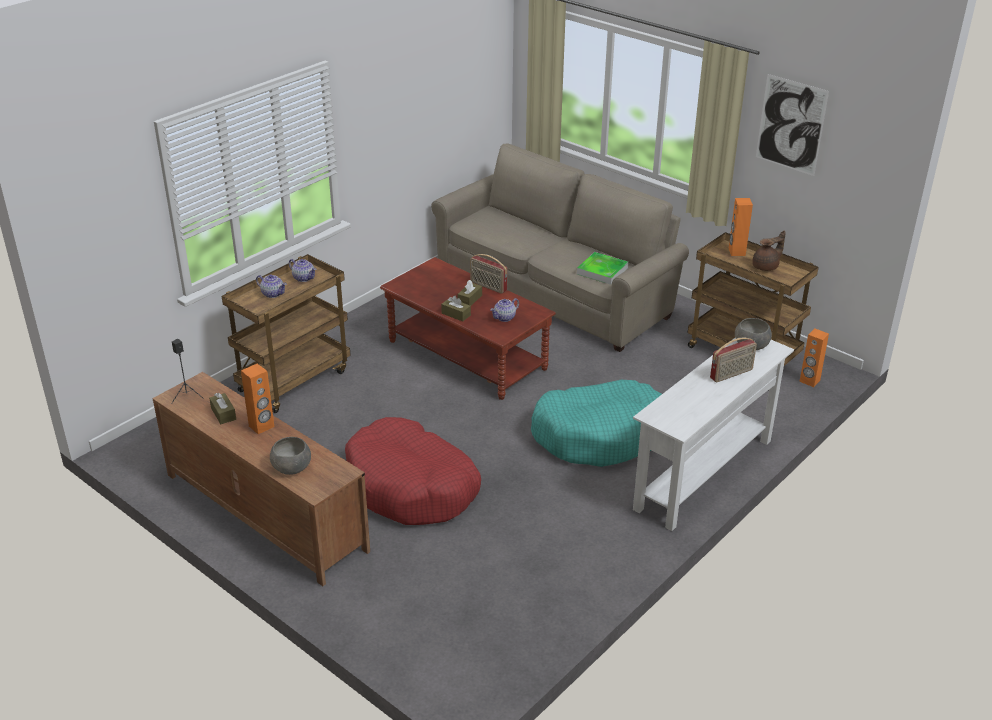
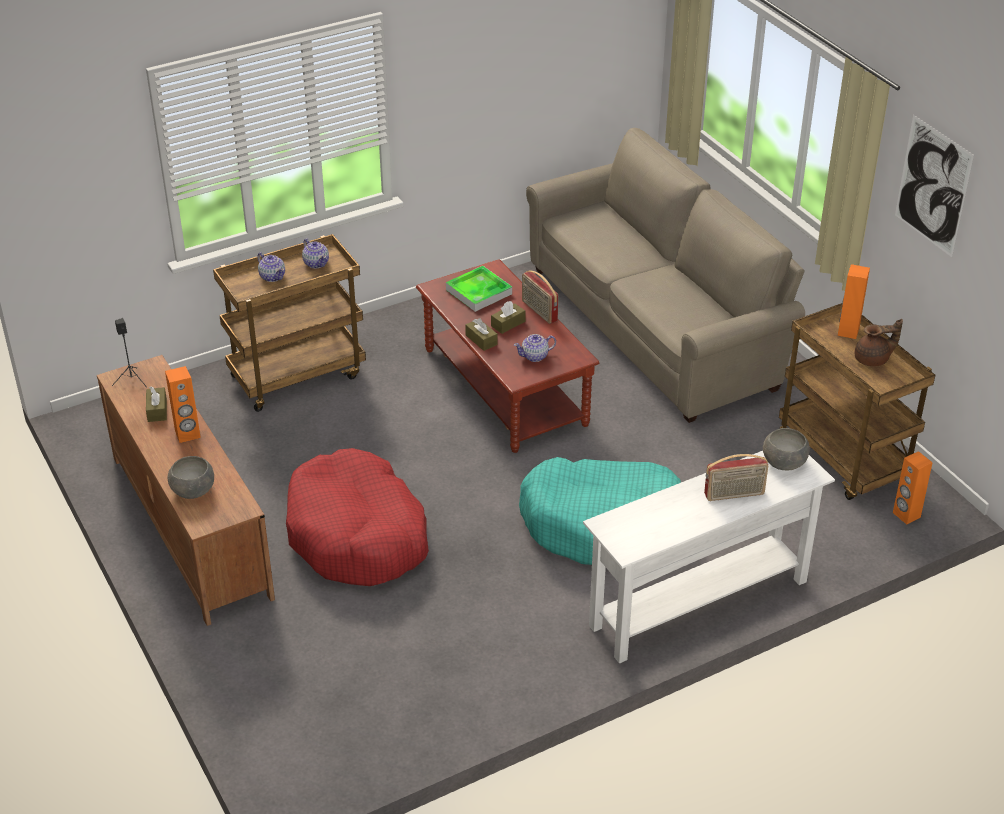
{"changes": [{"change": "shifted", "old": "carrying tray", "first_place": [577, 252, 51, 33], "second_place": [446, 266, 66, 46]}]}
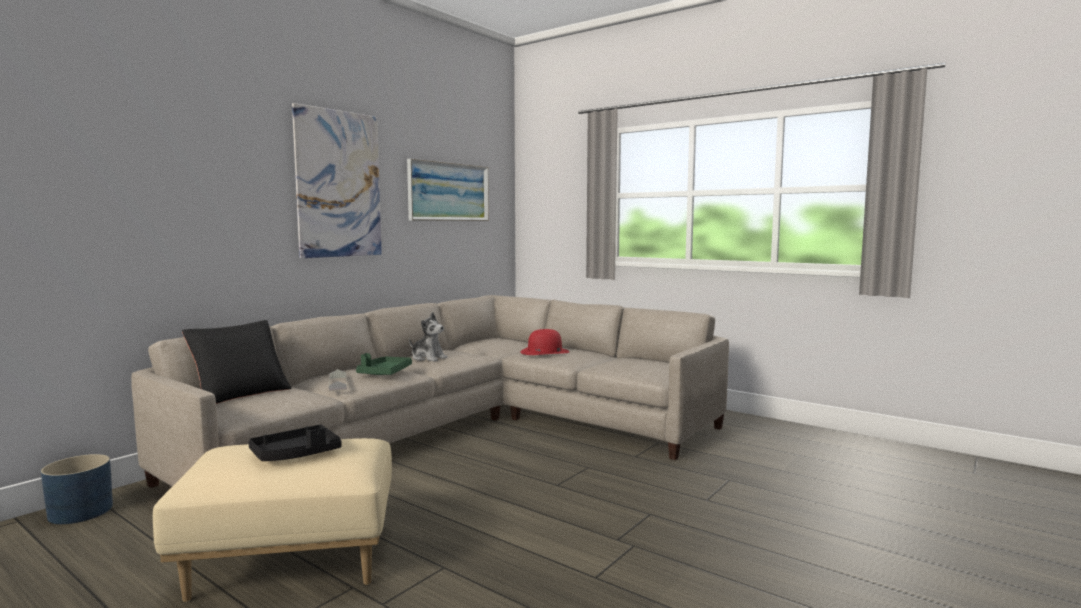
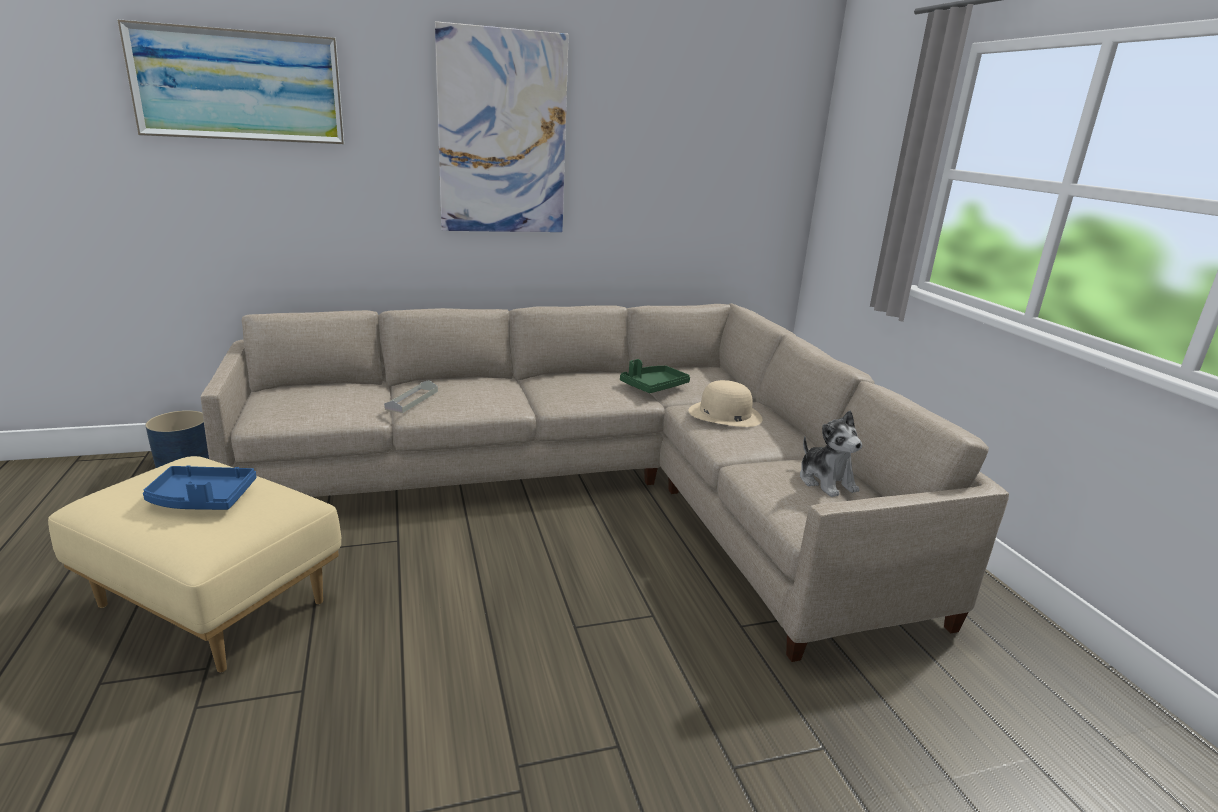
{"changes": [{"change": "gone", "old": "cushion in black", "first_place": [182, 320, 109, 84]}, {"change": "shifted", "old": "carrying tray in greenish", "first_place": [356, 353, 56, 22], "second_place": [620, 359, 70, 34]}, {"change": "shifted", "old": "wall art", "first_place": [407, 159, 82, 62], "second_place": [117, 19, 227, 125]}, {"change": "shifted", "old": "plush toy", "first_place": [409, 312, 38, 50], "second_place": [800, 411, 62, 86]}, {"change": "repainted", "old": "carrying tray in black", "new": "carrying tray in blue-coloured", "first_place": [248, 425, 94, 36], "second_place": [143, 466, 113, 44]}, {"change": "repainted", "old": "wearable hat in red", "new": "wearable hat in sand-coloured", "first_place": [520, 329, 50, 26], "second_place": [688, 380, 75, 47]}]}
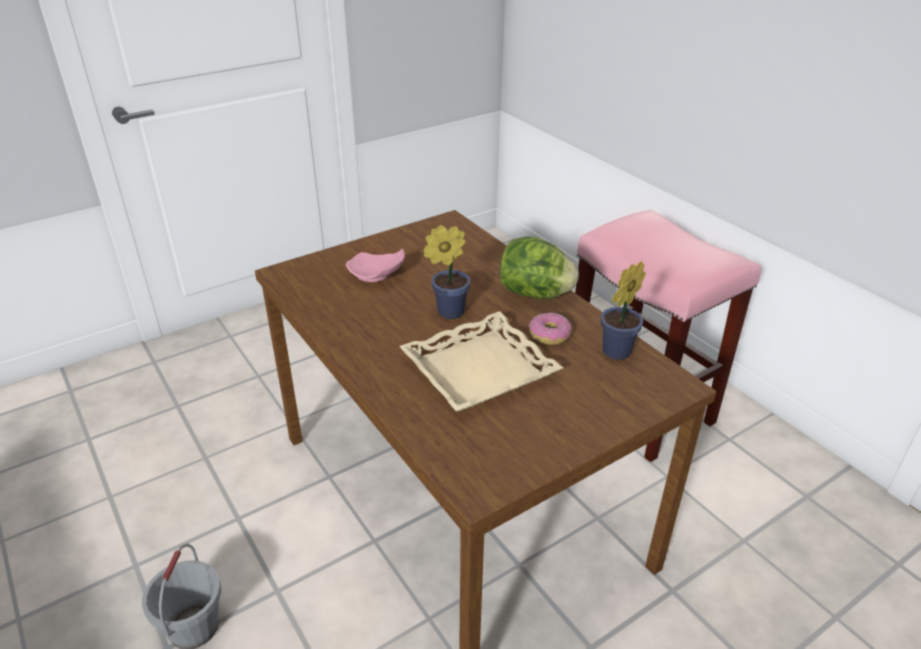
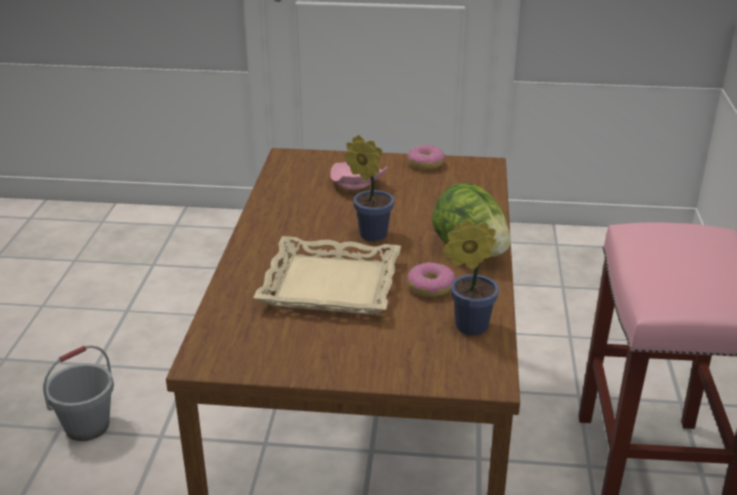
{"changes": [{"change": "new", "new": "ring doughnut", "second_place": [407, 145, 38, 25]}]}
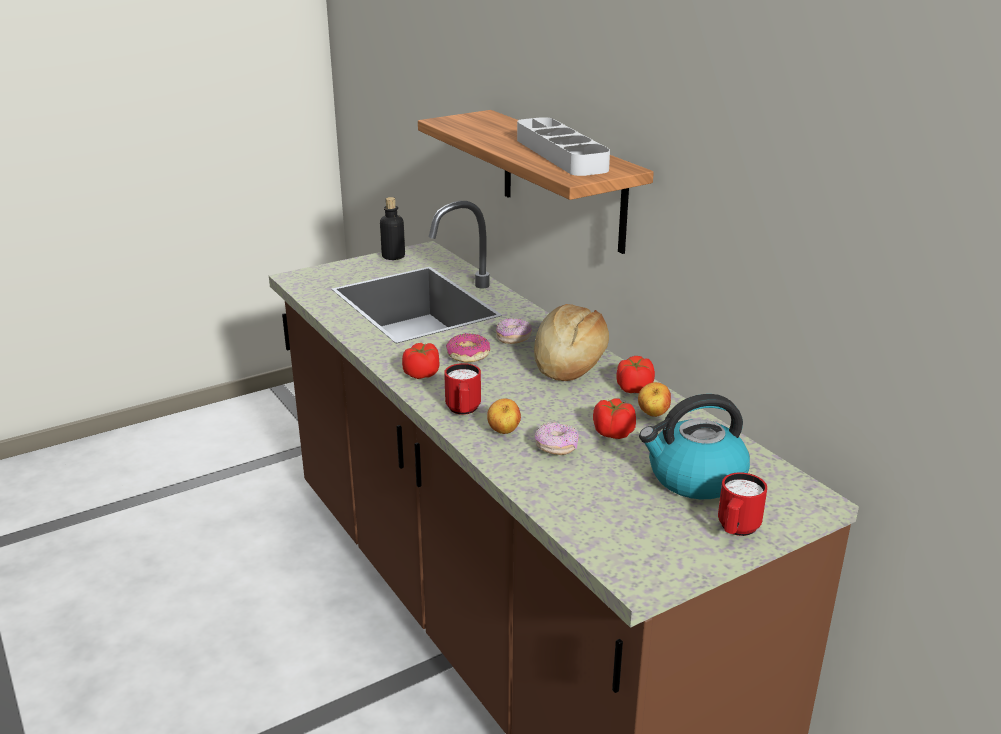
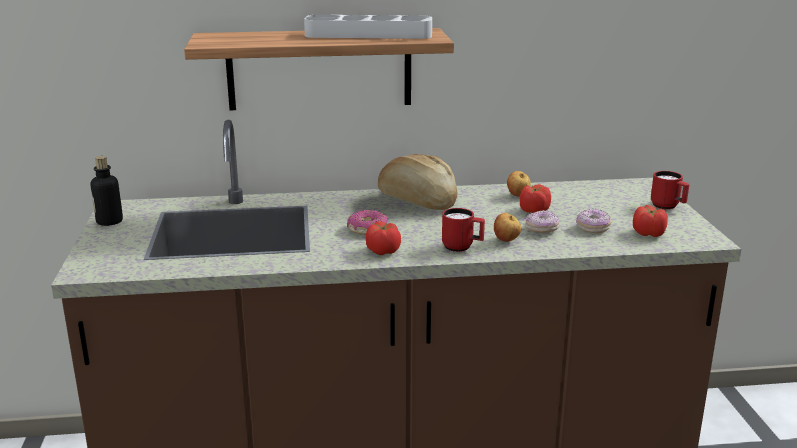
{"changes": [{"change": "gone", "old": "tea kettle", "first_place": [639, 394, 111, 105]}, {"change": "shifted", "old": "ring doughnut", "first_place": [496, 318, 36, 26], "second_place": [576, 208, 35, 26]}, {"change": "shifted", "old": "whole tomato", "first_place": [616, 356, 39, 37], "second_place": [633, 205, 35, 32]}]}
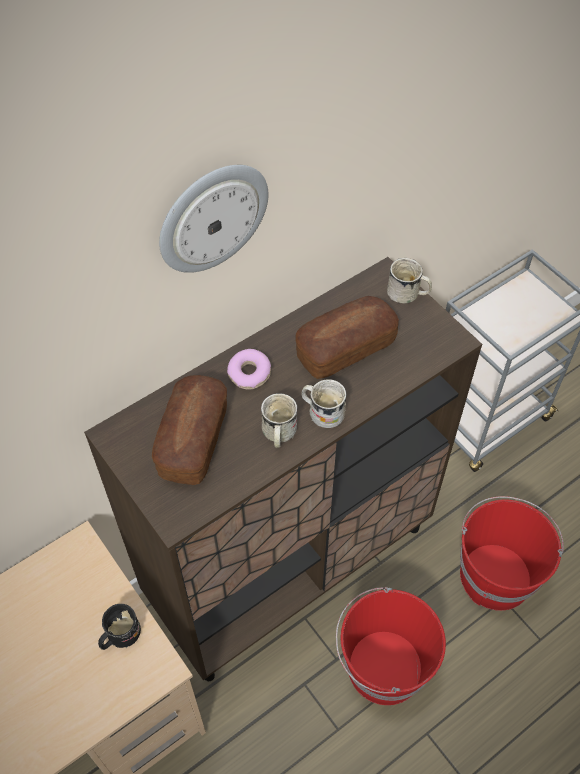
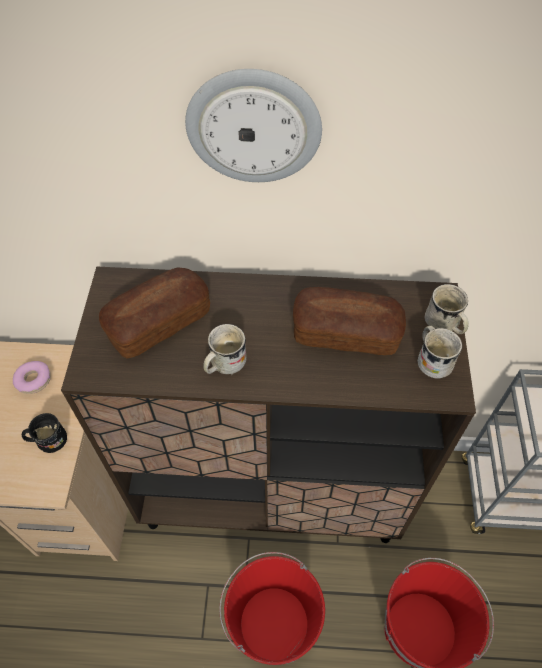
{"changes": [{"change": "shifted", "old": "ring doughnut", "first_place": [227, 349, 44, 41], "second_place": [13, 361, 38, 33]}, {"change": "shifted", "old": "coffee mug in white-coloured", "first_place": [301, 379, 46, 49], "second_place": [417, 326, 45, 53]}]}
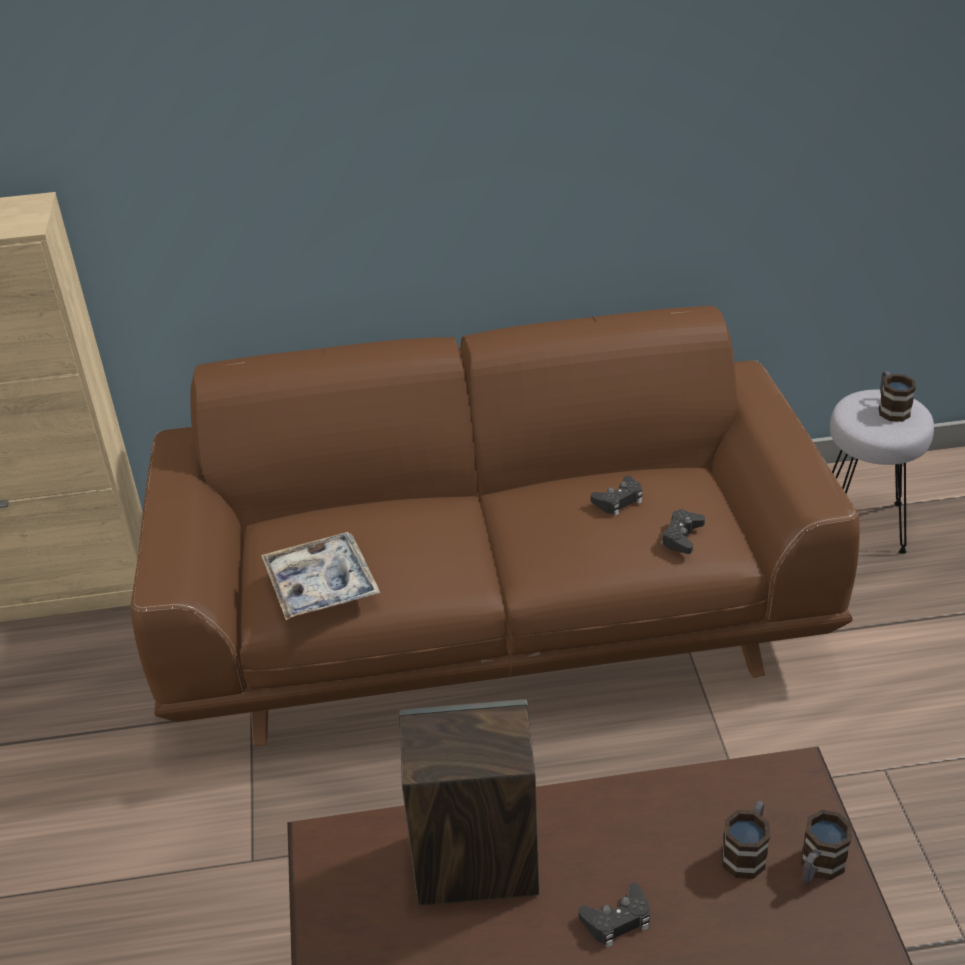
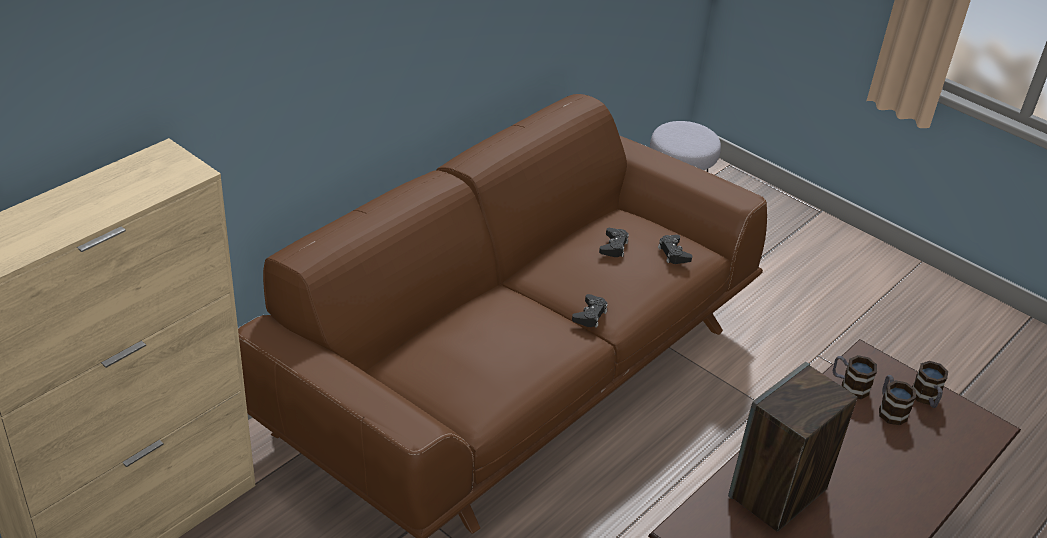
{"changes": [{"change": "gone", "old": "carrying tray", "first_place": [261, 532, 119, 88]}, {"change": "shifted", "old": "joypad in black", "first_place": [579, 883, 71, 64], "second_place": [572, 294, 36, 34]}, {"change": "shifted", "old": "coffee mug", "first_place": [879, 371, 37, 51], "second_place": [833, 355, 44, 44]}]}
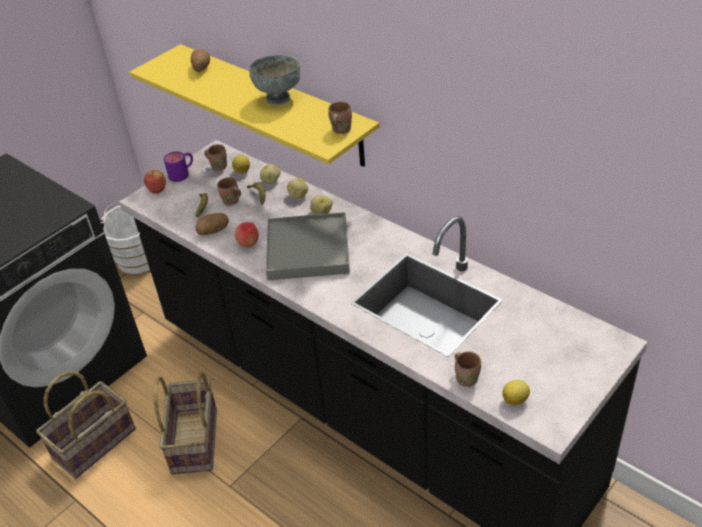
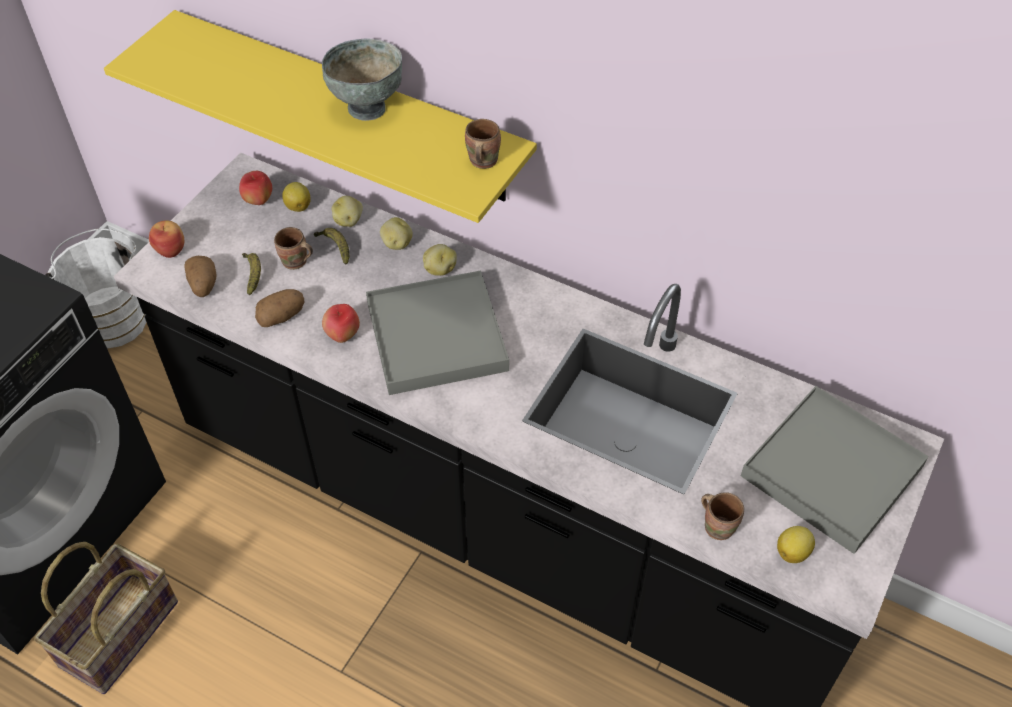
{"changes": [{"change": "gone", "old": "basket", "first_place": [153, 373, 64, 101]}, {"change": "gone", "old": "coffee mug in purple", "first_place": [164, 152, 29, 30]}, {"change": "new", "new": "carrying tray in grey", "second_place": [741, 386, 188, 168]}, {"change": "shifted", "old": "potato", "first_place": [191, 49, 19, 23], "second_place": [184, 256, 32, 41]}, {"change": "swapped", "old": "coffee mug in brown-coloured", "new": "whole apple", "first_place": [204, 144, 23, 28], "second_place": [239, 171, 33, 34]}]}
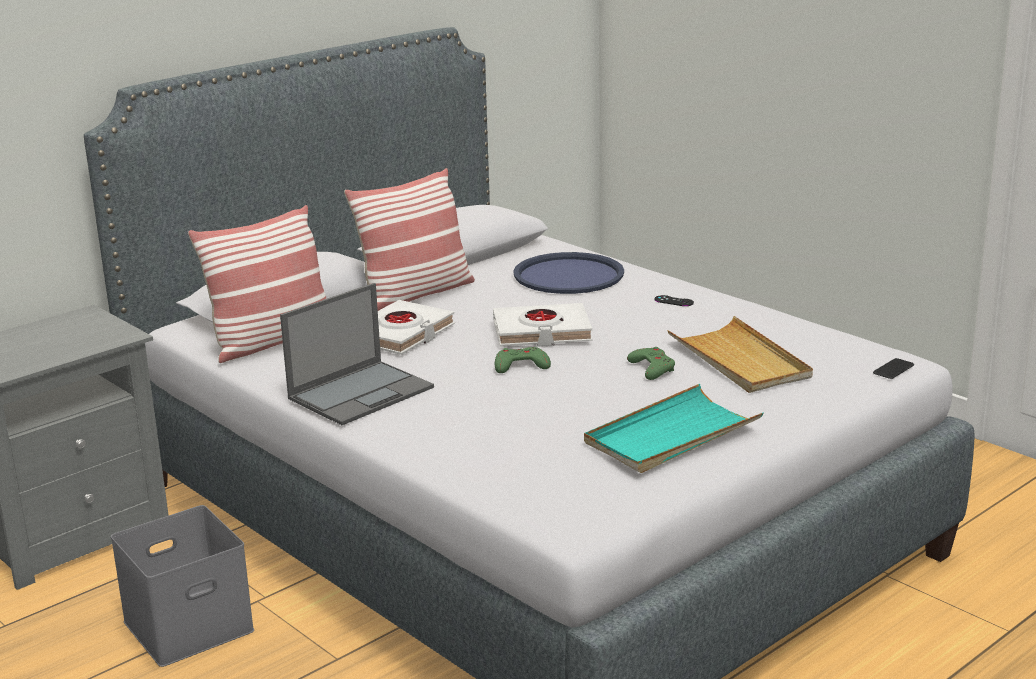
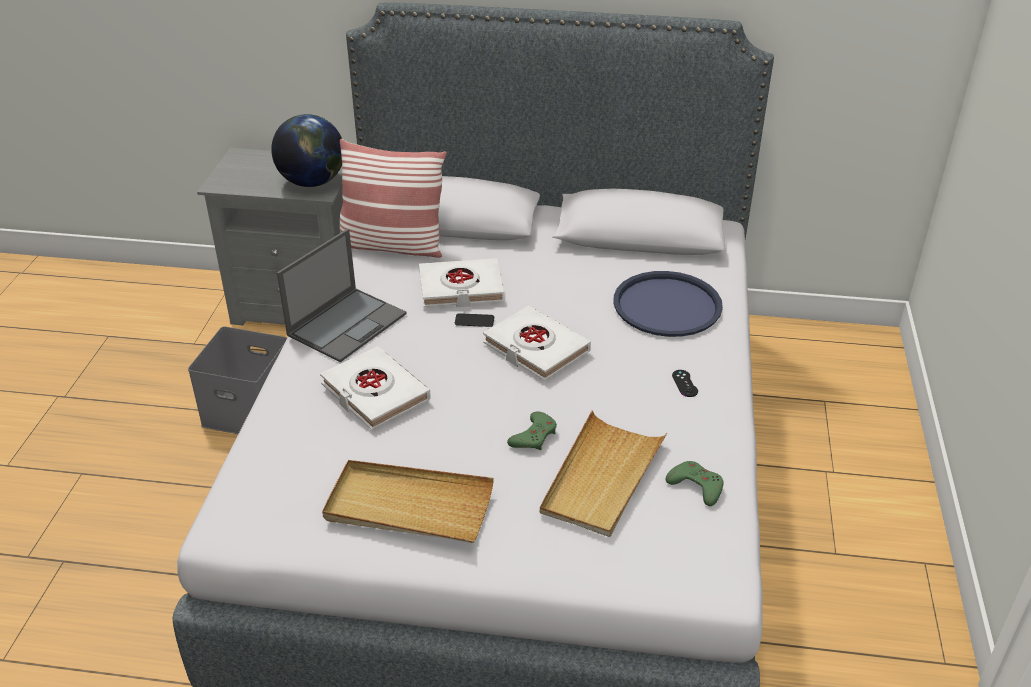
{"changes": [{"change": "gone", "old": "cushion", "first_place": [344, 168, 131, 143]}, {"change": "new", "new": "world globe", "second_place": [271, 114, 71, 73]}, {"change": "new", "new": "volume in white-coloured", "second_place": [320, 346, 111, 84]}, {"change": "shifted", "old": "joypad in greenish", "first_place": [495, 347, 56, 26], "second_place": [665, 461, 58, 45]}, {"change": "shifted", "old": "handset", "first_place": [873, 358, 41, 21], "second_place": [455, 313, 39, 14]}, {"change": "repainted", "old": "carrying tray in blue-green", "new": "carrying tray in sand-coloured", "first_place": [584, 384, 180, 89], "second_place": [322, 460, 172, 83]}, {"change": "rotated", "old": "notebook computer", "first_place": [280, 283, 154, 142], "second_place": [277, 229, 130, 133], "degrees": -60}]}
